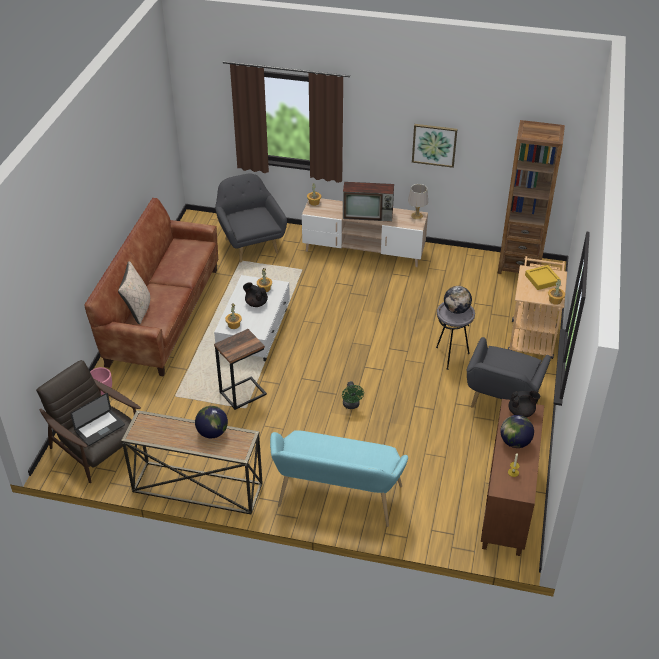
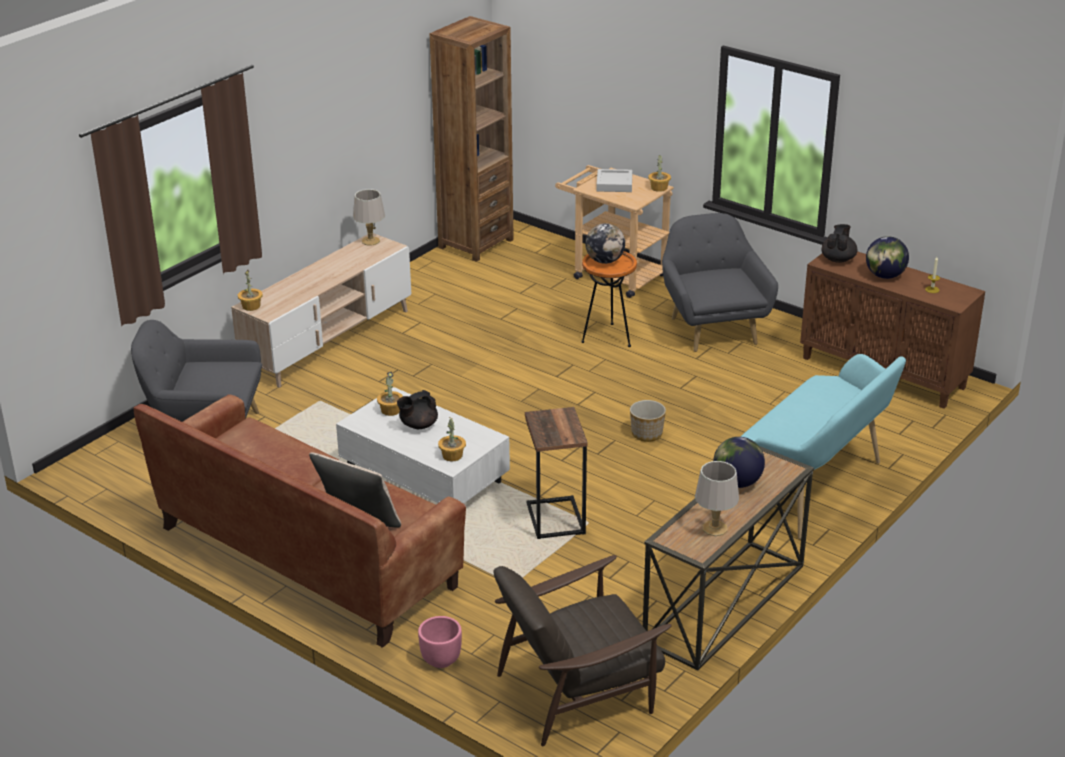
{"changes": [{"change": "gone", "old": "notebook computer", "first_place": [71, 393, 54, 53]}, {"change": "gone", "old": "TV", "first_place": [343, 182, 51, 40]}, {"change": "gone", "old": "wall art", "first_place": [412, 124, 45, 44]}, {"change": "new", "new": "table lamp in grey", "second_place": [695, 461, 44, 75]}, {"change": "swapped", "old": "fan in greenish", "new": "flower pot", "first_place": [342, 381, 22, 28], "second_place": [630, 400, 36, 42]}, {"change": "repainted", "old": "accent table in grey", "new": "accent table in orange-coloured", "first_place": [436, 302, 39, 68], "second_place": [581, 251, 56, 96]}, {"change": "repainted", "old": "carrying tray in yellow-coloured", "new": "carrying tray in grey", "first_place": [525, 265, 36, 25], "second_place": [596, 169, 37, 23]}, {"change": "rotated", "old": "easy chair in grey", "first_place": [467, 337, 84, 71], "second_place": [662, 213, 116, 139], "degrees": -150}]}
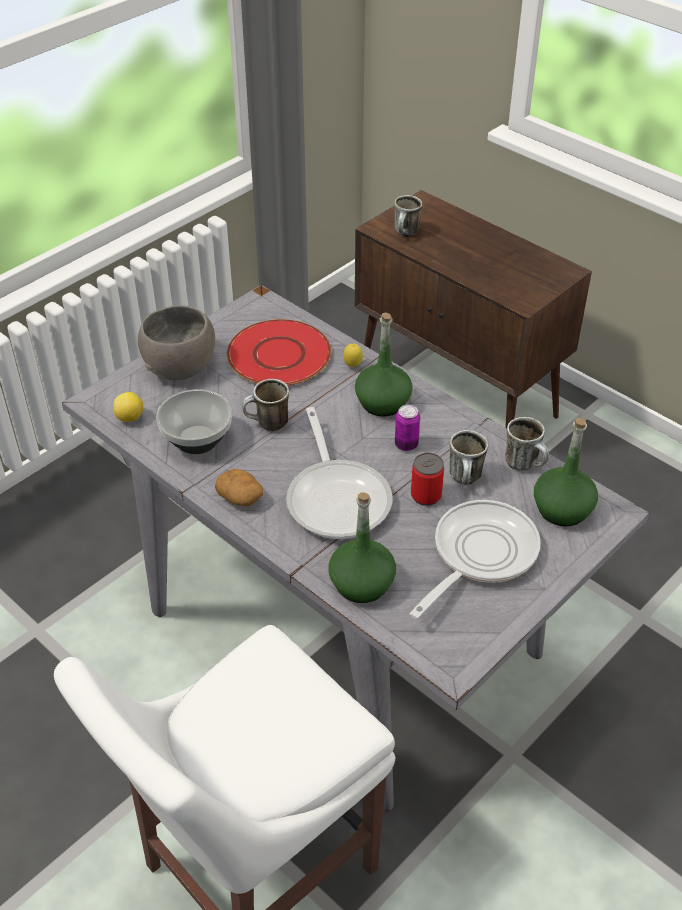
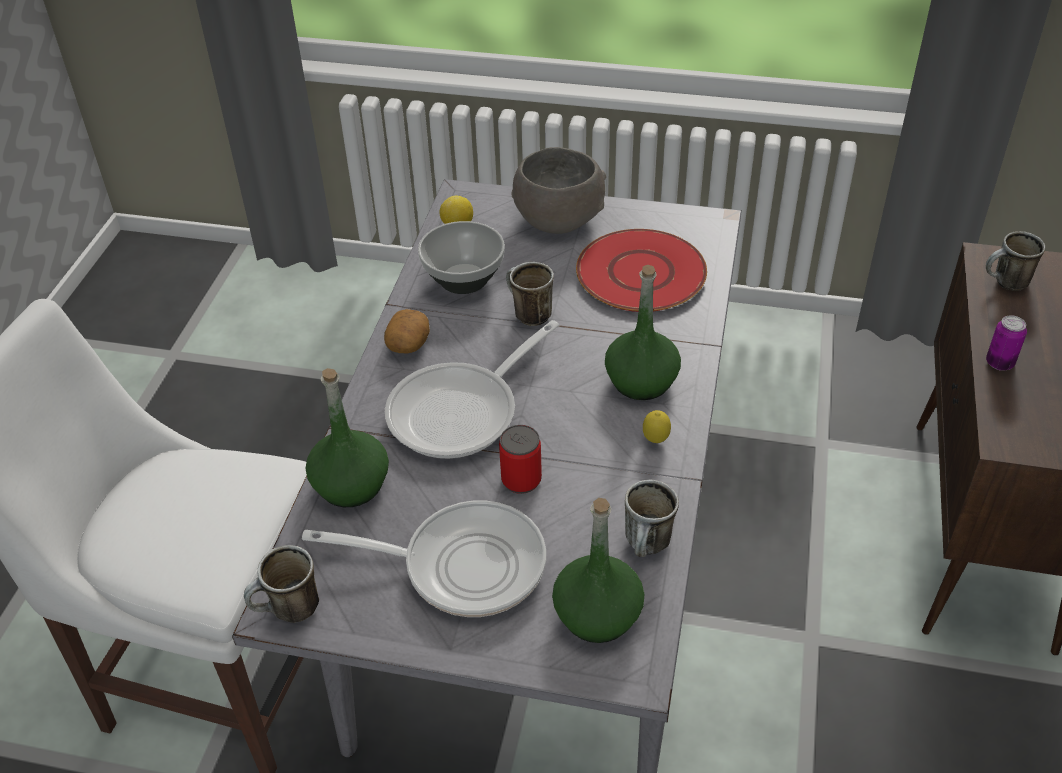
{"changes": [{"change": "shifted", "old": "citrus fruit", "first_place": [343, 344, 20, 23], "second_place": [643, 410, 28, 33]}, {"change": "shifted", "old": "metal can", "first_place": [395, 405, 25, 46], "second_place": [986, 315, 41, 56]}, {"change": "shifted", "old": "coffee mug", "first_place": [449, 430, 39, 55], "second_place": [244, 545, 75, 78]}]}
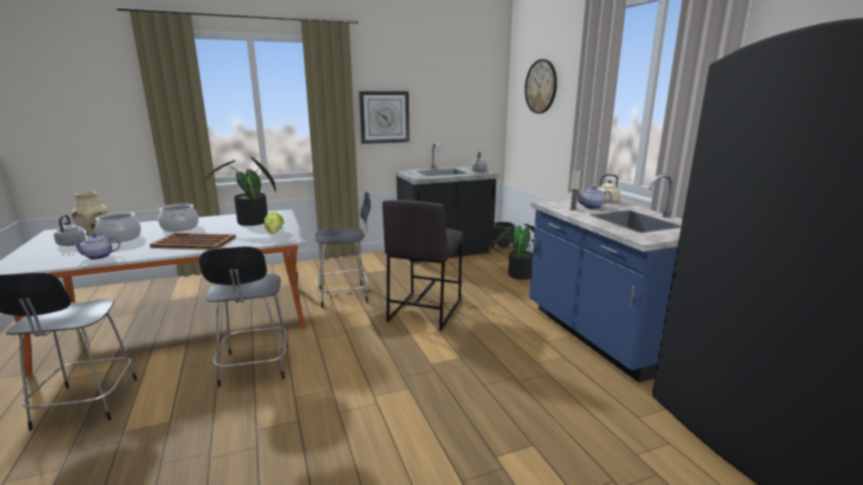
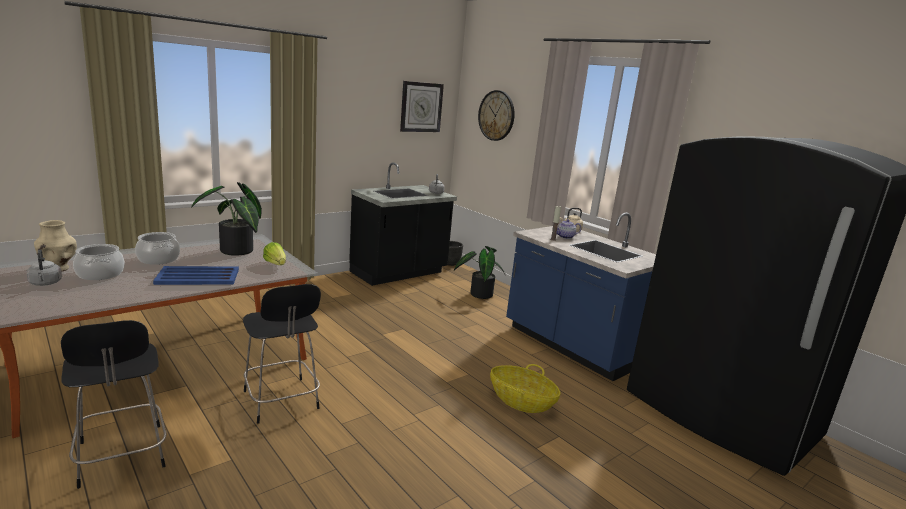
{"changes": [{"change": "gone", "old": "teapot", "first_place": [71, 234, 49, 26]}, {"change": "gone", "old": "chair in black", "first_place": [315, 192, 56, 116]}, {"change": "gone", "old": "stool in grey", "first_place": [382, 200, 81, 131]}, {"change": "new", "new": "basket", "second_place": [490, 364, 71, 49]}, {"change": "shifted", "old": "wall clock", "first_place": [359, 91, 51, 53], "second_place": [400, 81, 44, 51]}, {"change": "repainted", "old": "carrying tray in brown-coloured", "new": "carrying tray in blue-coloured", "first_place": [150, 233, 86, 16], "second_place": [153, 266, 86, 19]}]}
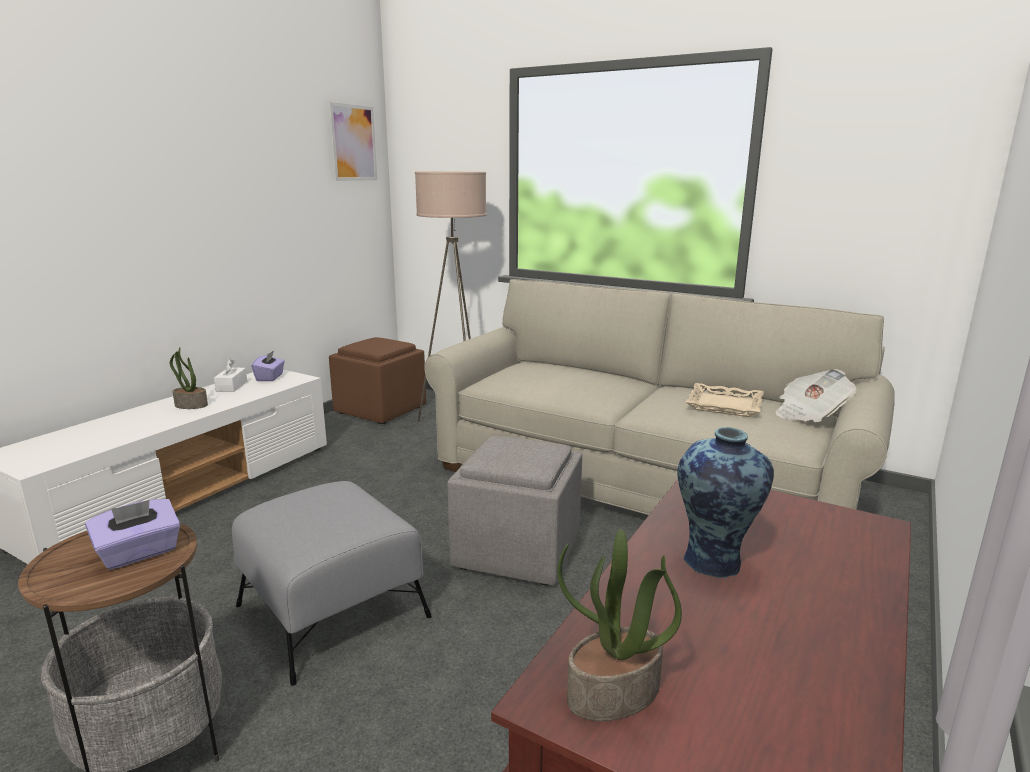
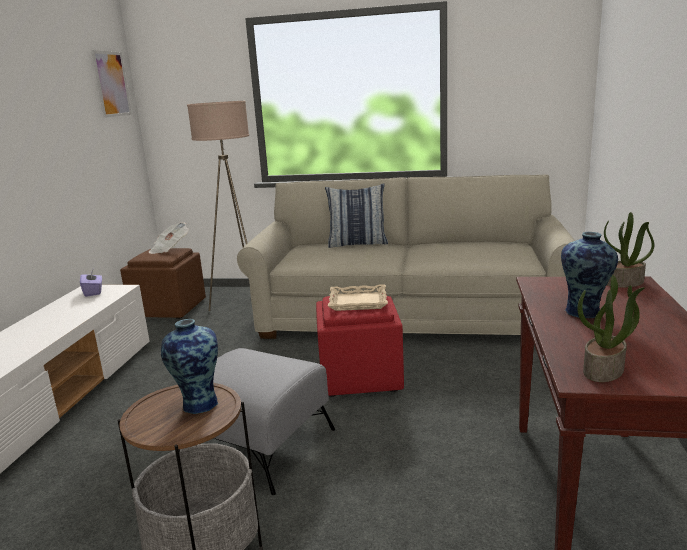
{"changes": [{"change": "gone", "old": "box of tissues in white-coloured", "first_place": [214, 358, 33, 34]}, {"change": "new", "new": "cushion", "second_place": [325, 184, 63, 64]}, {"change": "shifted", "old": "plant in a pot", "first_place": [170, 347, 38, 62], "second_place": [604, 212, 50, 76]}, {"change": "shifted", "old": "carrying tray in sand-coloured", "first_place": [686, 383, 78, 34], "second_place": [328, 284, 60, 27]}, {"change": "shifted", "old": "printed paper", "first_place": [775, 369, 81, 53], "second_place": [149, 222, 40, 32]}, {"change": "swapped", "old": "box of tissues in purple", "new": "vase", "first_place": [85, 499, 96, 71], "second_place": [161, 319, 58, 95]}, {"change": "repainted", "old": "footrest in grey", "new": "footrest in red", "first_place": [448, 436, 134, 149], "second_place": [316, 296, 88, 101]}]}
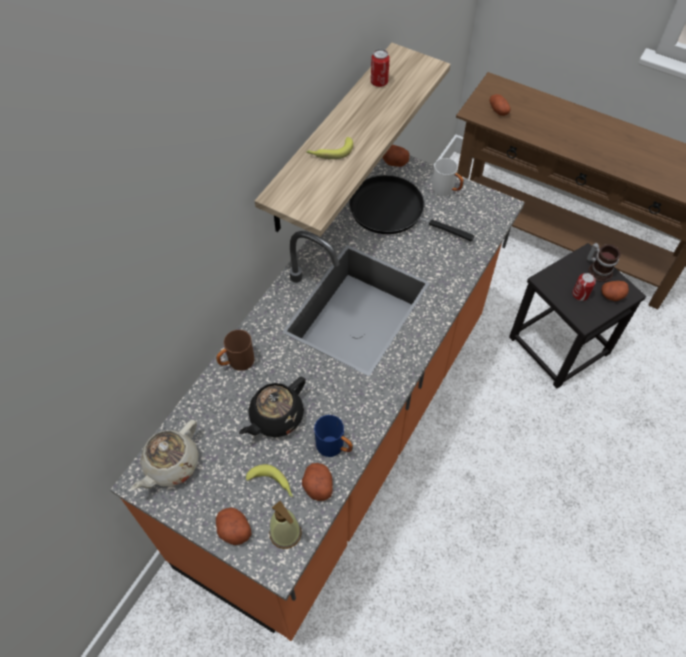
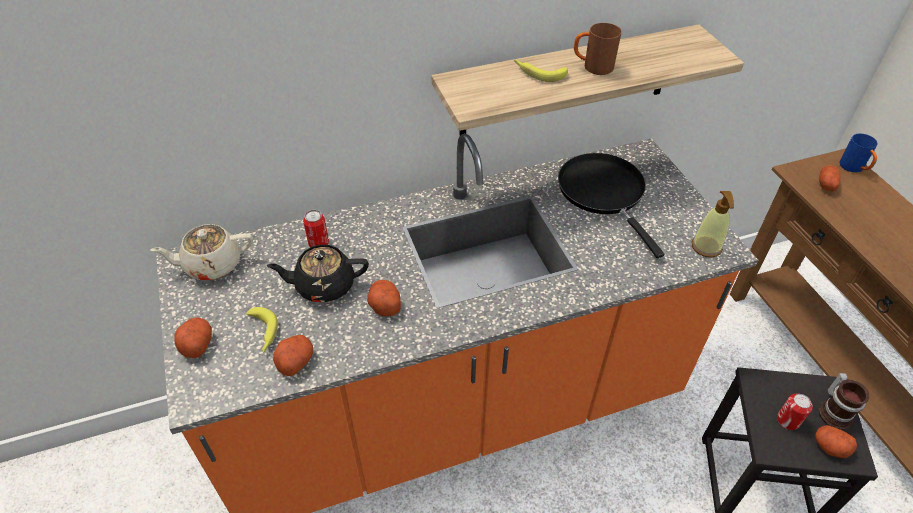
{"changes": [{"change": "gone", "old": "coffee mug in white-coloured", "first_place": [432, 158, 32, 38]}, {"change": "shifted", "old": "coffee mug in brown-coloured", "first_place": [216, 330, 39, 41], "second_place": [574, 23, 48, 52]}, {"change": "shifted", "old": "liquid soap bottle", "first_place": [269, 501, 33, 48], "second_place": [692, 191, 42, 66]}, {"change": "shifted", "old": "coffee mug in blue-coloured", "first_place": [314, 415, 39, 42], "second_place": [839, 134, 39, 39]}, {"change": "shifted", "old": "metal can", "first_place": [371, 49, 19, 38], "second_place": [303, 210, 26, 37]}, {"change": "shifted", "old": "potato", "first_place": [382, 145, 27, 22], "second_place": [367, 280, 34, 36]}]}
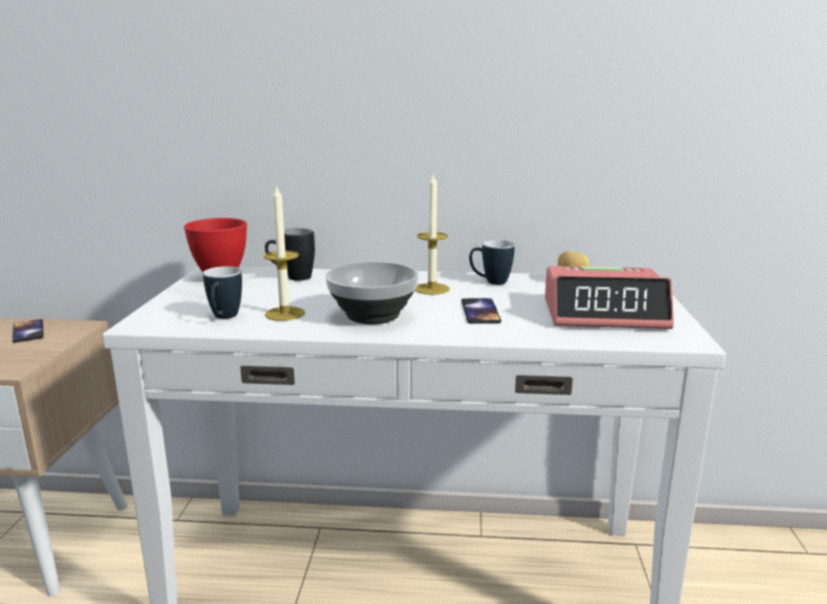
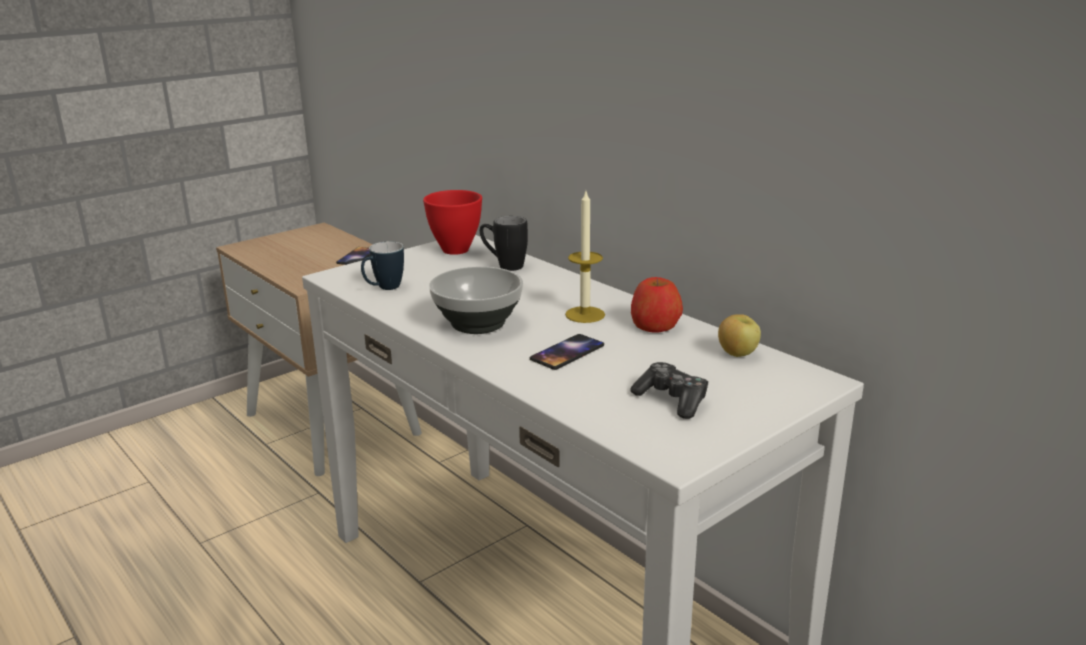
{"changes": [{"change": "gone", "old": "wax candle", "first_place": [263, 184, 42, 137]}, {"change": "swapped", "old": "coffee mug", "new": "whole apple", "first_place": [469, 240, 46, 45], "second_place": [631, 277, 52, 56]}, {"change": "swapped", "old": "alarm clock", "new": "joypad", "first_place": [545, 266, 129, 63], "second_place": [630, 362, 79, 57]}]}
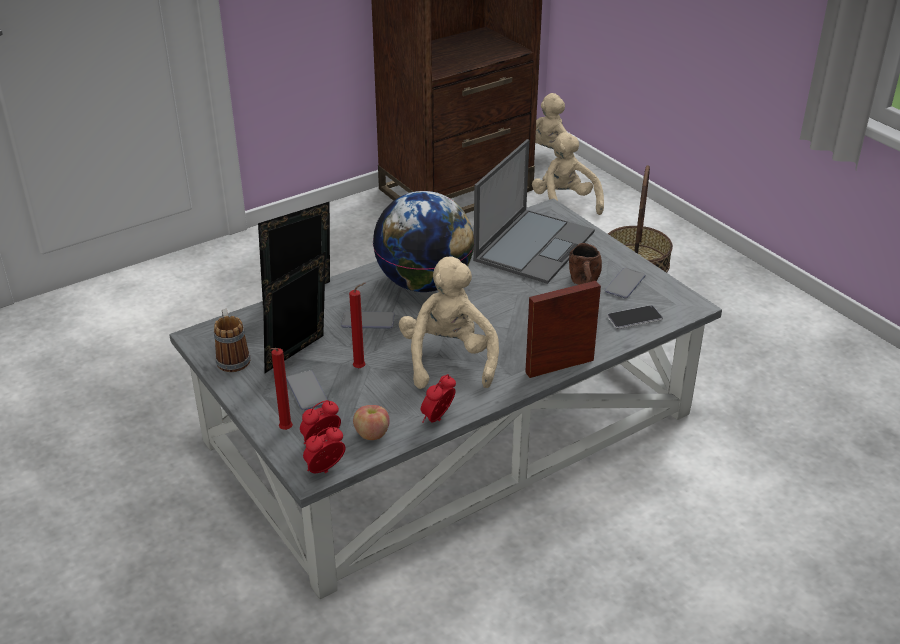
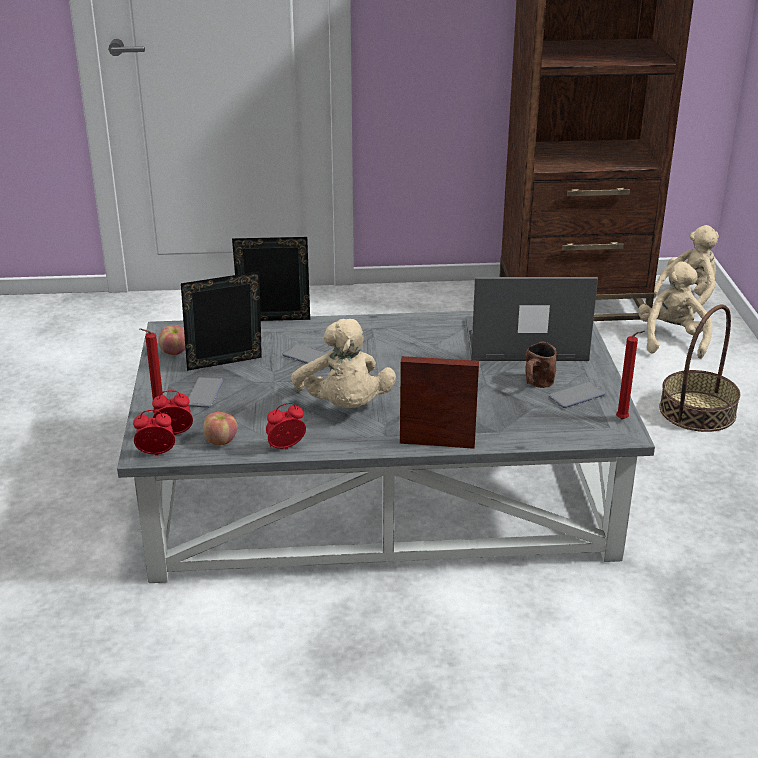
{"changes": [{"change": "gone", "old": "world globe", "first_place": [373, 191, 101, 101]}, {"change": "gone", "old": "handset", "first_place": [607, 305, 56, 24]}, {"change": "shifted", "old": "wax candle in red", "first_place": [349, 283, 16, 86], "second_place": [616, 331, 29, 88]}, {"change": "swapped", "old": "coffee mug", "new": "whole apple", "first_place": [214, 309, 36, 63], "second_place": [158, 325, 27, 30]}, {"change": "rotated", "old": "plush toy in sand-coloured", "first_place": [399, 256, 100, 133], "second_place": [291, 319, 105, 89], "degrees": 135}, {"change": "rotated", "old": "notebook computer", "first_place": [473, 139, 122, 145], "second_place": [466, 277, 132, 84], "degrees": -150}]}
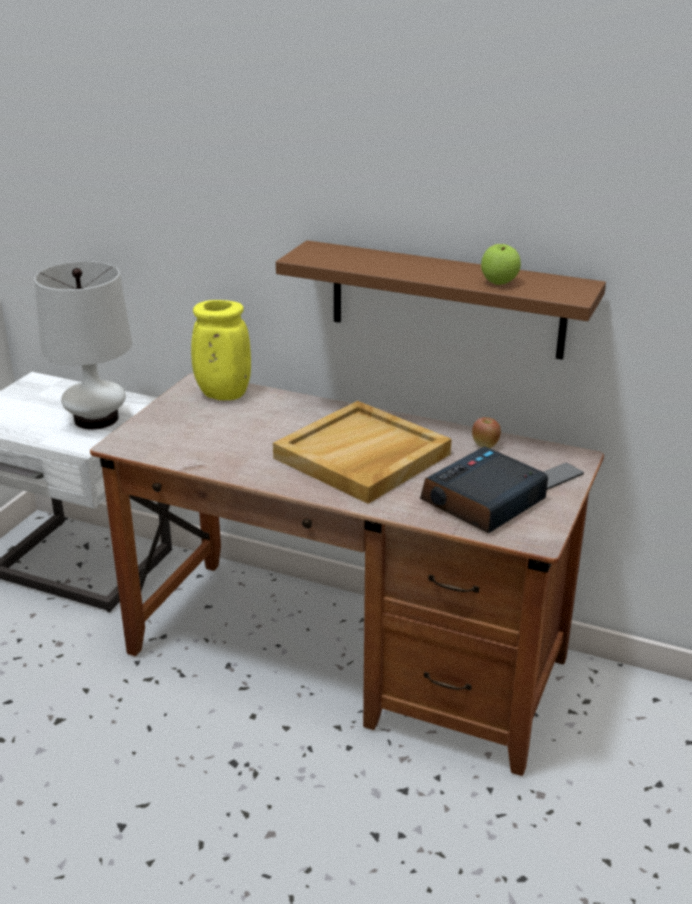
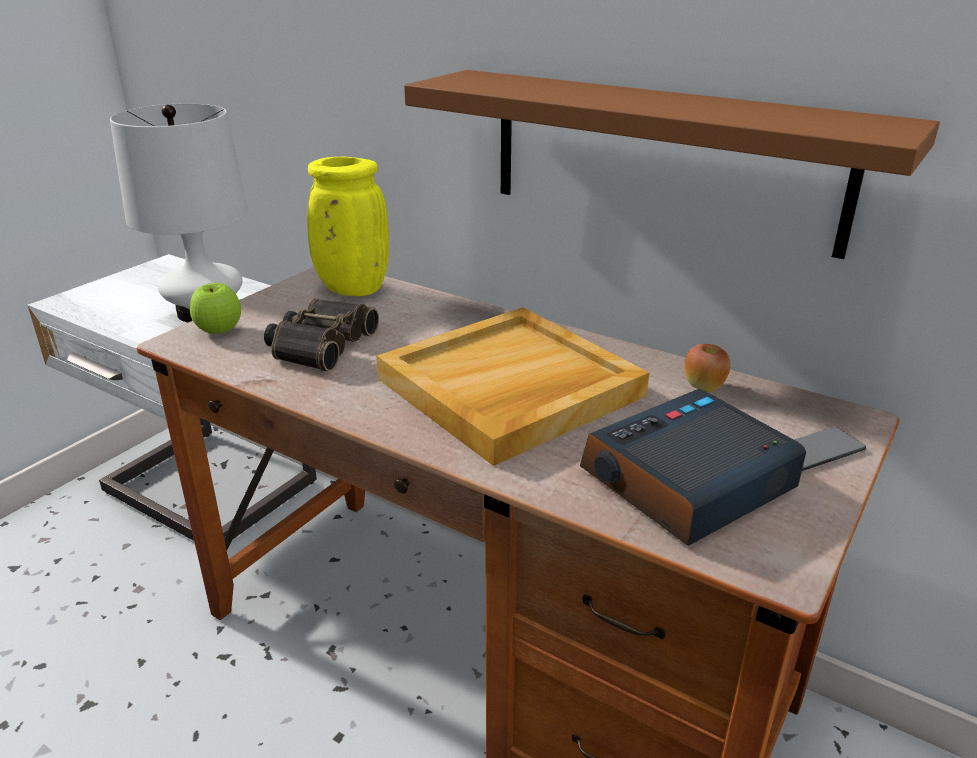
{"changes": [{"change": "new", "new": "field glasses", "second_place": [264, 299, 115, 73]}, {"change": "shifted", "old": "whole apple", "first_place": [481, 244, 40, 41], "second_place": [190, 283, 51, 51]}]}
